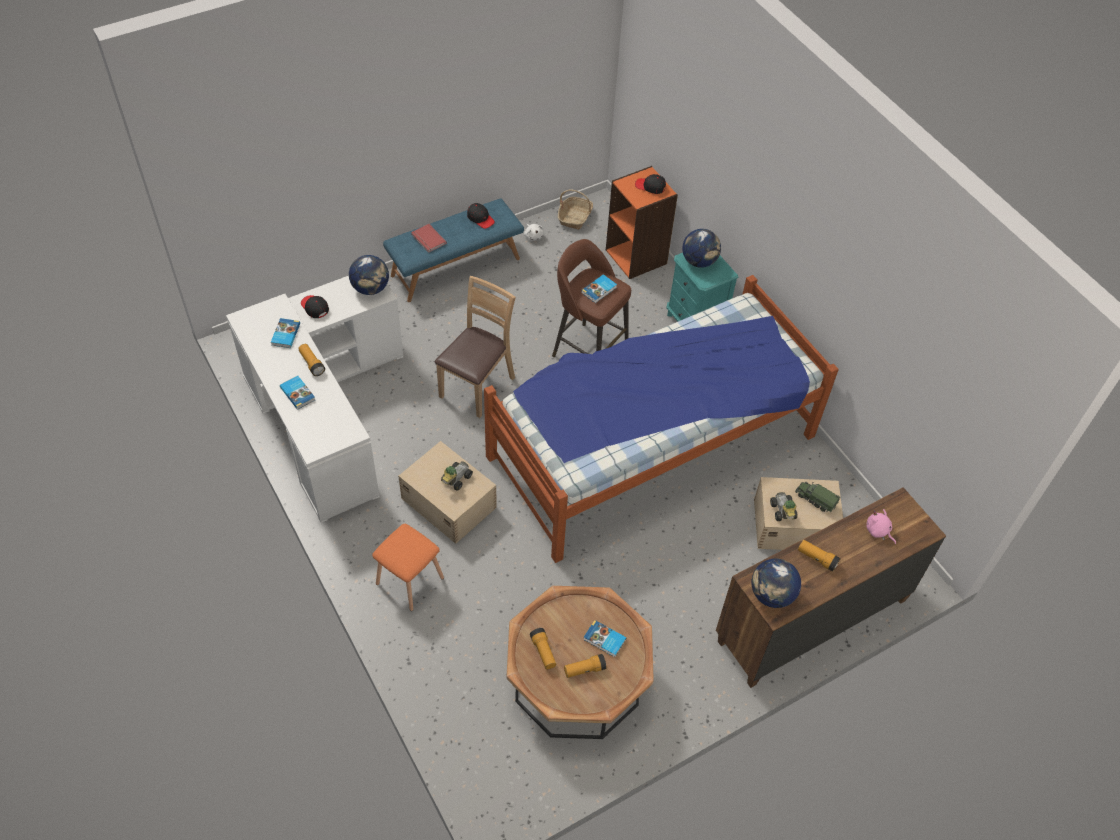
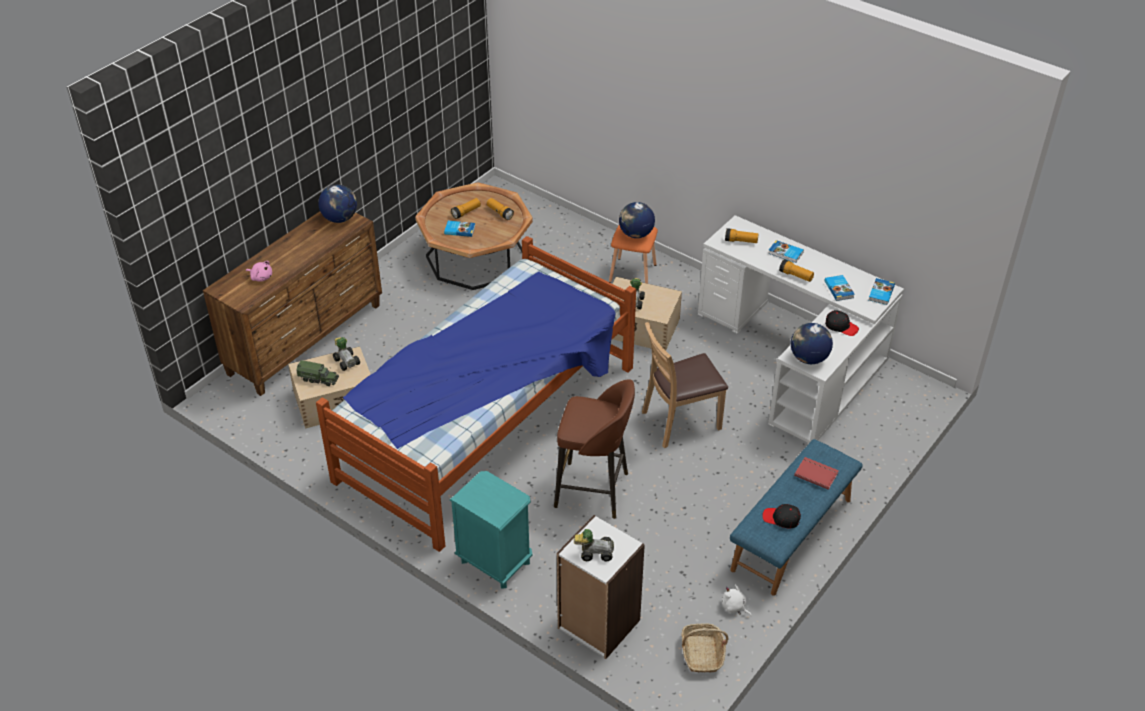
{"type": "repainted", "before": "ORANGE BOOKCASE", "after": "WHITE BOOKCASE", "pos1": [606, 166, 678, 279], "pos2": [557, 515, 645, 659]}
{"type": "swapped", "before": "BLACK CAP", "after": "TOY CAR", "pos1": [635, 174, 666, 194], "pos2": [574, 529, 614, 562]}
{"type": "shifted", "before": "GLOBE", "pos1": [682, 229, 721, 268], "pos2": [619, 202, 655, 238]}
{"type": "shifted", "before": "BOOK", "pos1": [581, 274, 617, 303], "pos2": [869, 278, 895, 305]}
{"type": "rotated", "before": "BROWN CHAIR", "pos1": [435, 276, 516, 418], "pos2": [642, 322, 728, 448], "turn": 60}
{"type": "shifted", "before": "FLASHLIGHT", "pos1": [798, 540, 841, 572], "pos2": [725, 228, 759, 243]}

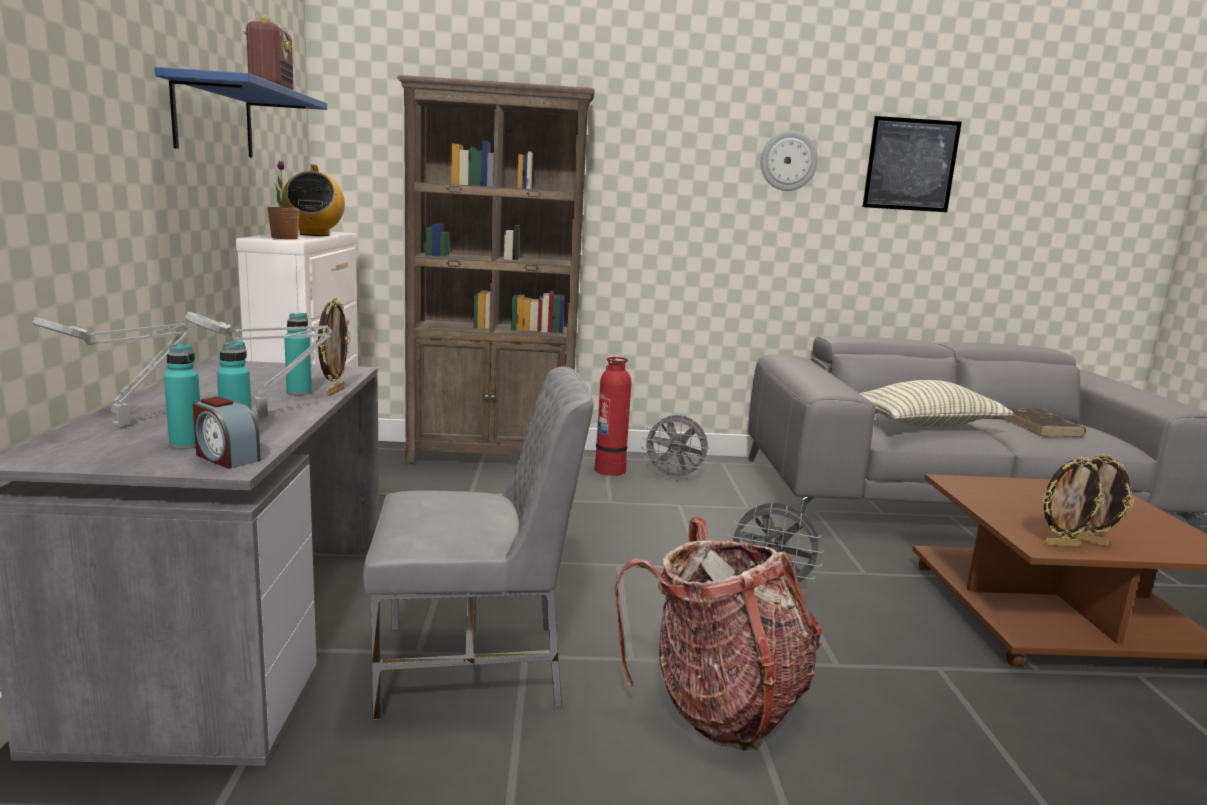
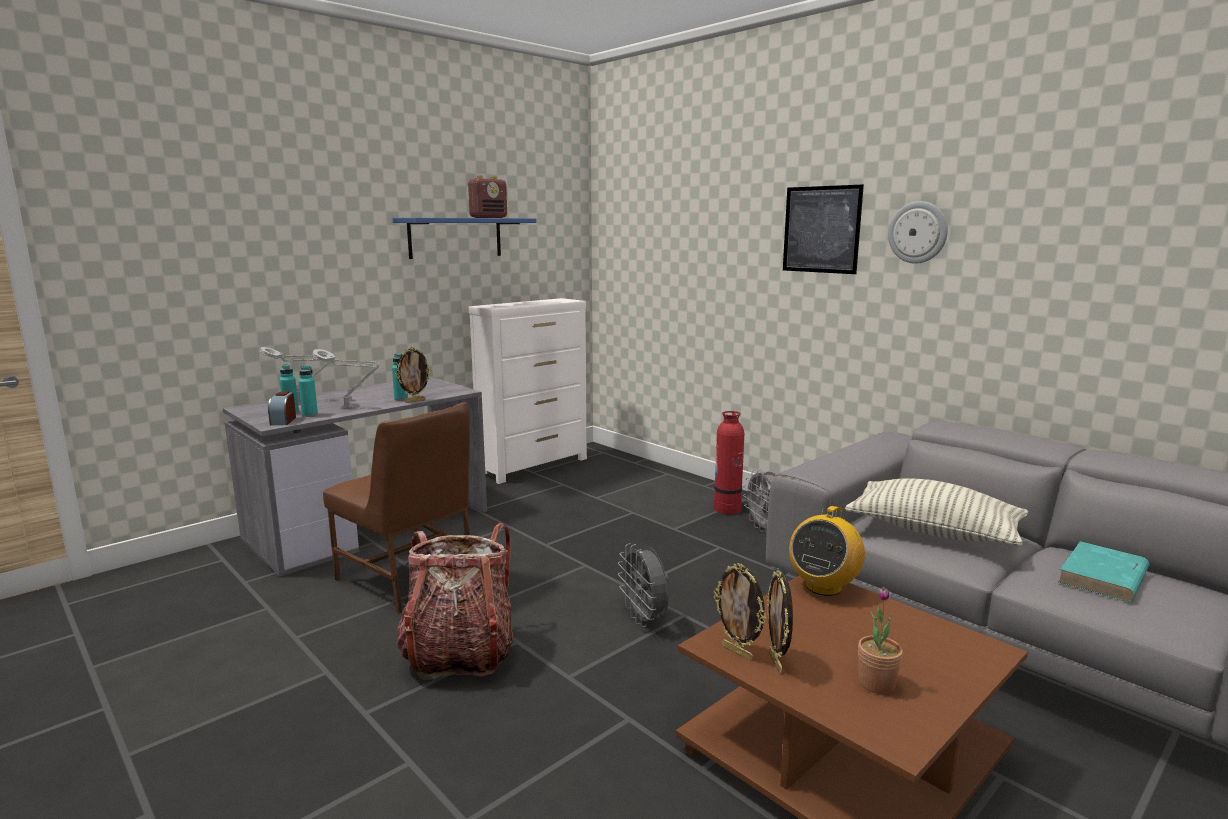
{"type": "gone", "before": "BROWN BOOKCASE", "pos1": [397, 75, 595, 464]}
{"type": "shifted", "before": "PICTURE", "pos1": [863, 116, 962, 212], "pos2": [783, 185, 864, 274]}
{"type": "shifted", "before": "POTTED PLANT", "pos1": [268, 161, 299, 239], "pos2": [858, 587, 903, 694]}
{"type": "shifted", "before": "RADIO", "pos1": [282, 164, 345, 236], "pos2": [789, 506, 865, 596]}
{"type": "repainted", "before": "GREY CHAIR", "after": "BROWN CHAIR", "pos1": [363, 366, 594, 720], "pos2": [323, 402, 470, 613]}
{"type": "repainted", "before": "BROWN BOOK", "after": "TURQUOISE BOOK", "pos1": [1000, 408, 1086, 437], "pos2": [1058, 541, 1149, 602]}

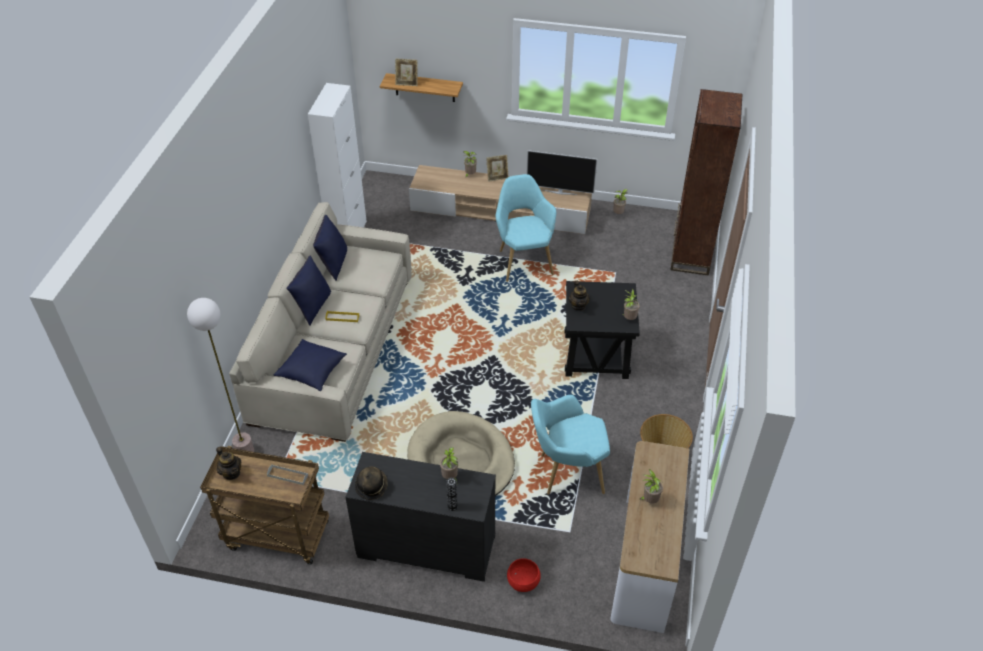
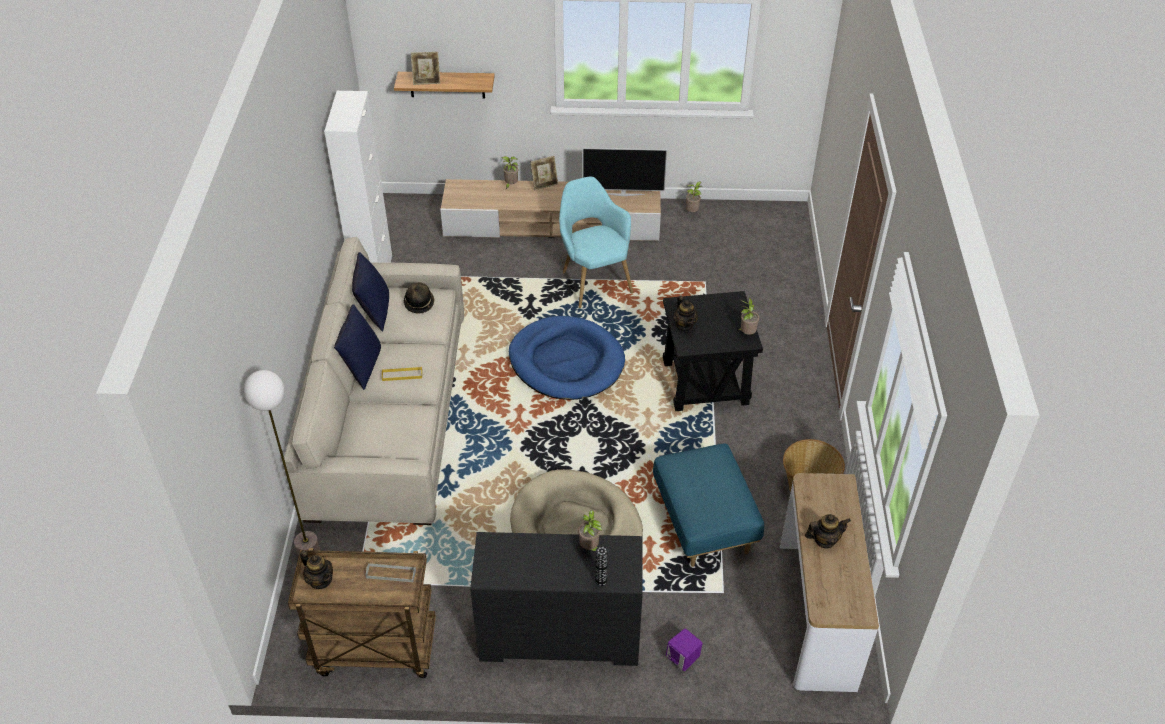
{"type": "gone", "before": "BROWN BOOKCASE", "pos1": [671, 89, 743, 276]}
{"type": "gone", "before": "BLUE PILLOW", "pos1": [274, 339, 347, 391]}
{"type": "swapped", "before": "TURQUOISE ARMCHAIR", "after": "BLUE OTTOMAN", "pos1": [531, 395, 610, 495], "pos2": [653, 443, 764, 567]}
{"type": "shifted", "before": "HAT", "pos1": [355, 466, 388, 500], "pos2": [404, 282, 434, 314]}
{"type": "swapped", "before": "POTTED PLANT", "after": "TEAPOT", "pos1": [640, 469, 663, 504], "pos2": [805, 514, 851, 549]}
{"type": "swapped", "before": "RED BOWL", "after": "PURPLE SPEAKER", "pos1": [507, 558, 541, 592], "pos2": [666, 628, 703, 671]}
{"type": "new", "after": "BLUE DOG BED", "pos2": [509, 316, 625, 400]}

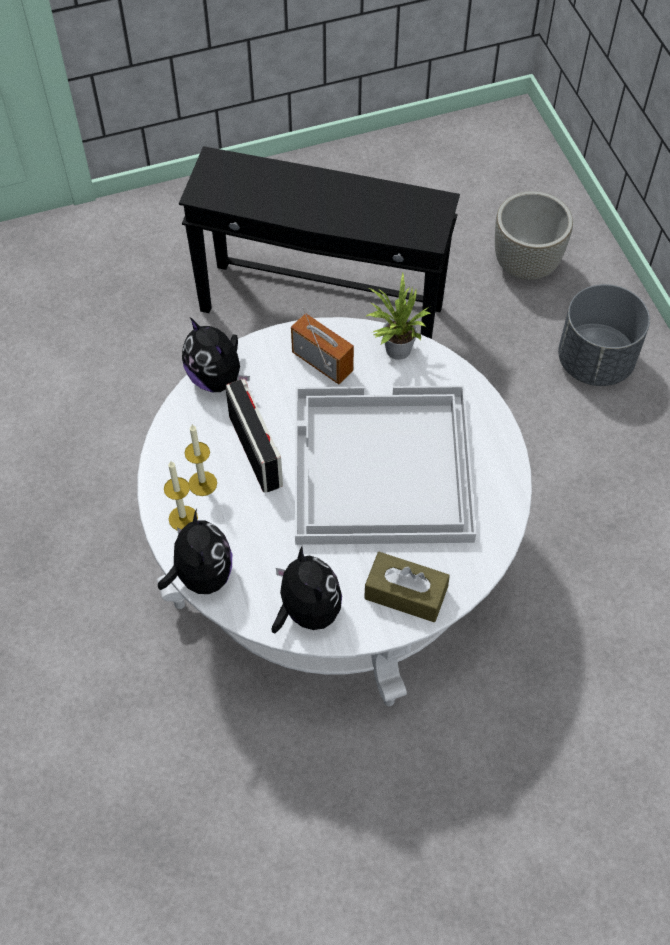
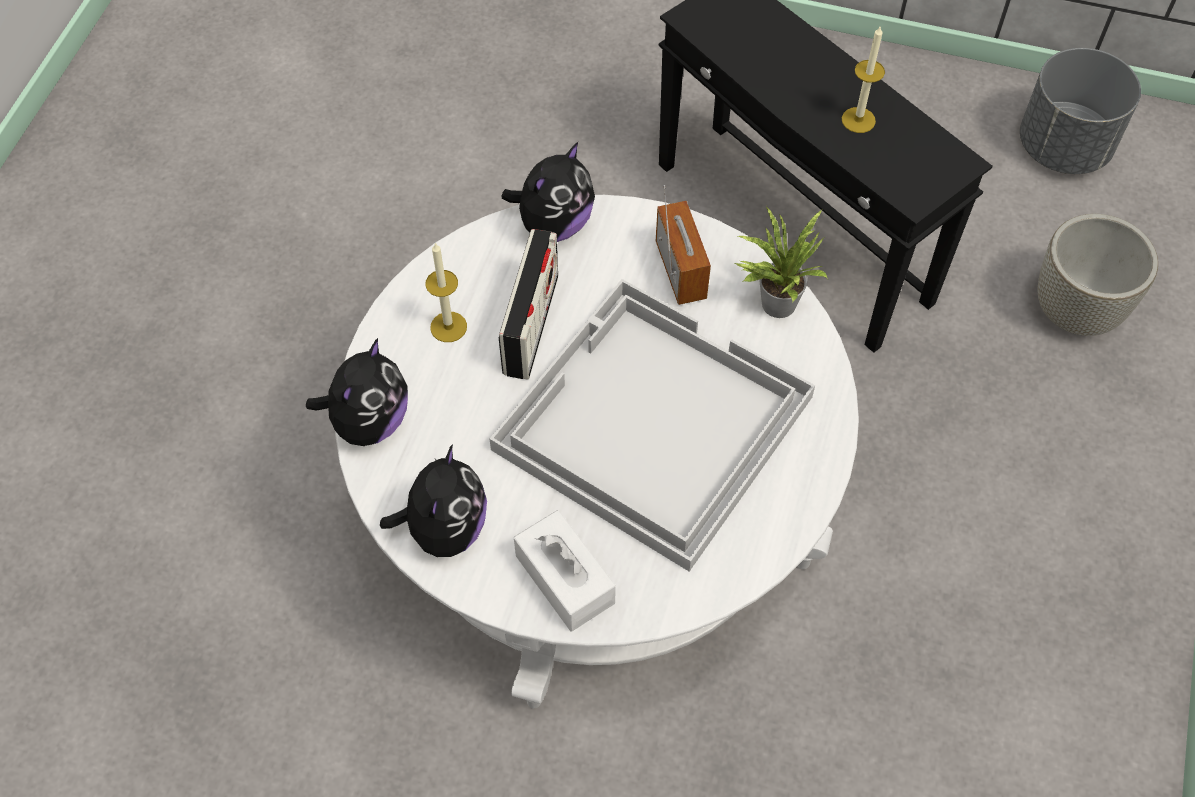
{"type": "shifted", "before": "GREY PLANTER", "pos1": [558, 284, 650, 386], "pos2": [1020, 48, 1141, 174]}
{"type": "rotated", "before": "PLUSH TOY", "pos1": [182, 318, 250, 392], "pos2": [501, 142, 595, 242], "turn": -135}
{"type": "shifted", "before": "CANDLE", "pos1": [164, 461, 198, 530], "pos2": [842, 27, 885, 133]}
{"type": "repainted", "before": "BROWN TISSUE BOX", "after": "WHITE TISSUE BOX", "pos1": [364, 552, 450, 622], "pos2": [514, 510, 616, 632]}

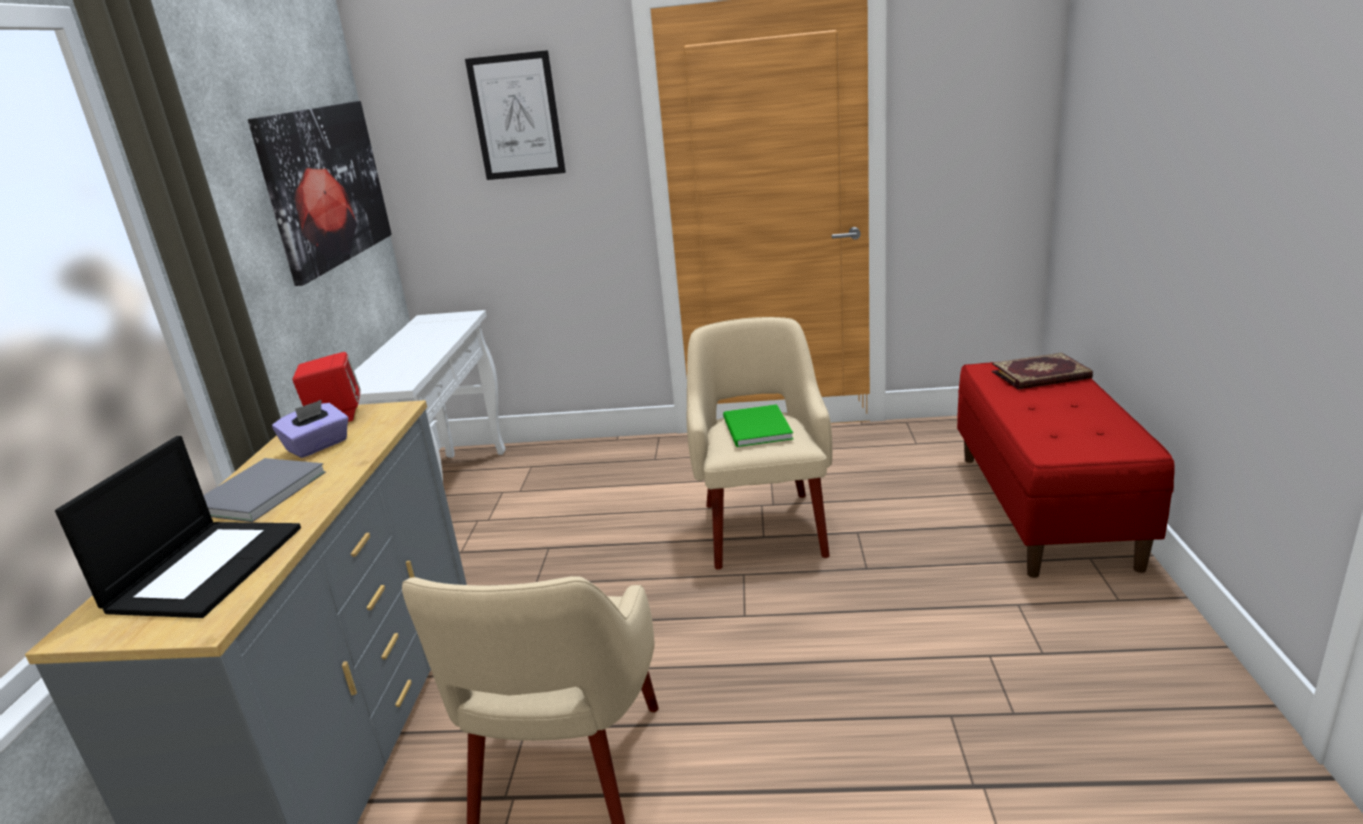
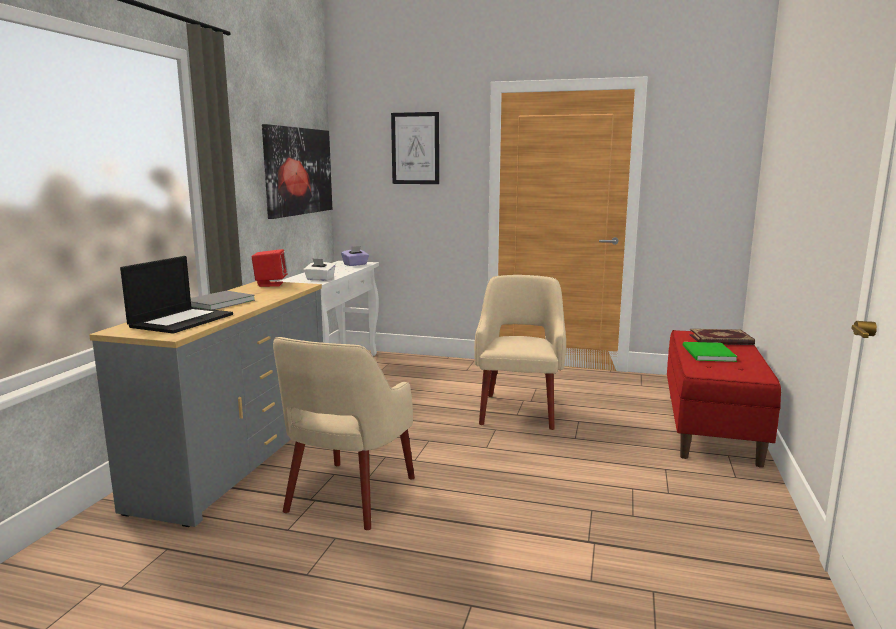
{"type": "shifted", "before": "PURPLE TISSUE BOX", "pos1": [272, 400, 348, 458], "pos2": [341, 246, 369, 266]}
{"type": "shifted", "before": "GREEN BOOK", "pos1": [723, 404, 793, 447], "pos2": [683, 342, 737, 362]}
{"type": "new", "after": "WHITE TISSUE BOX", "pos2": [303, 258, 335, 281]}

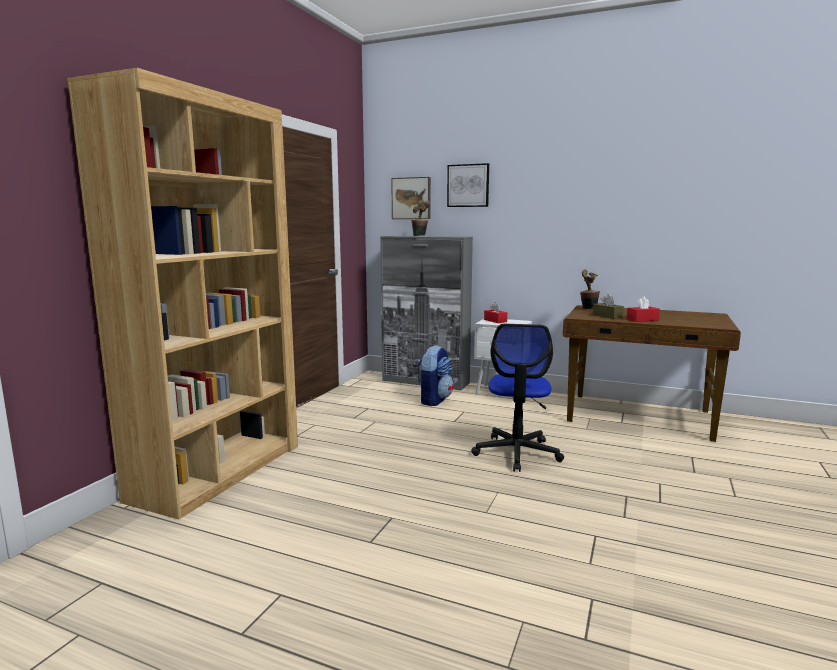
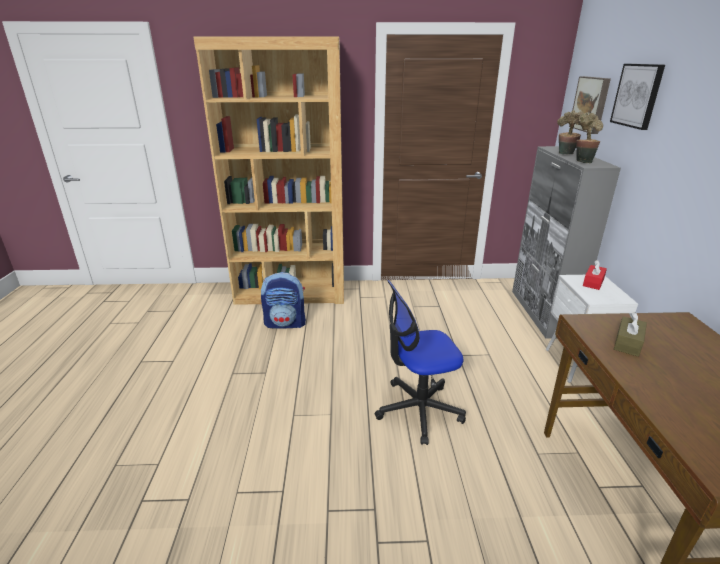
{"type": "shifted", "before": "POTTED PLANT", "pos1": [580, 269, 600, 310], "pos2": [576, 113, 603, 164]}
{"type": "gone", "before": "RED TISSUE BOX", "pos1": [627, 297, 660, 322]}
{"type": "shifted", "before": "BACKPACK", "pos1": [417, 345, 454, 406], "pos2": [261, 272, 306, 329]}

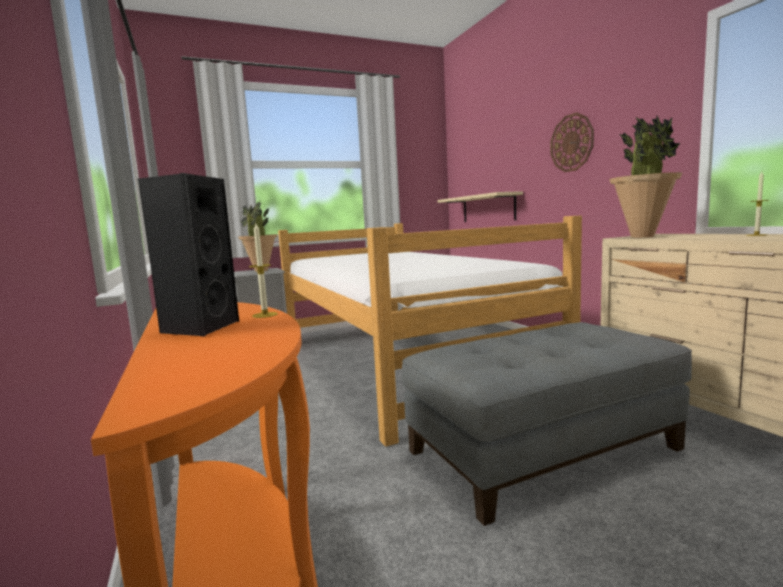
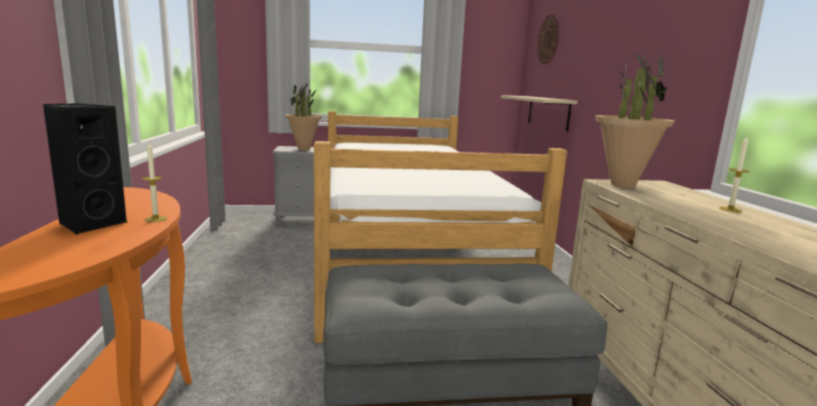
{"type": "shifted", "before": "WALL CLOCK", "pos1": [551, 112, 594, 172], "pos2": [537, 15, 559, 64]}

